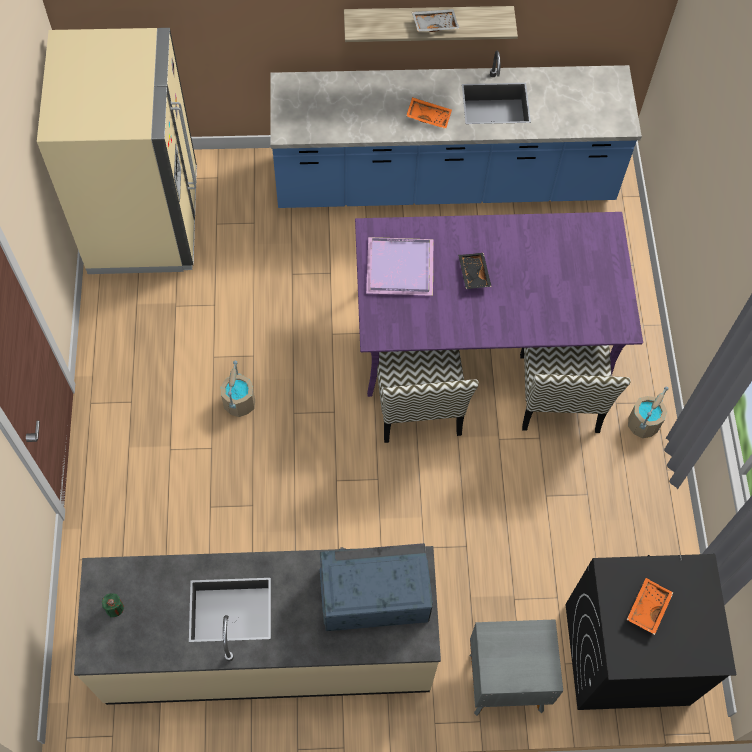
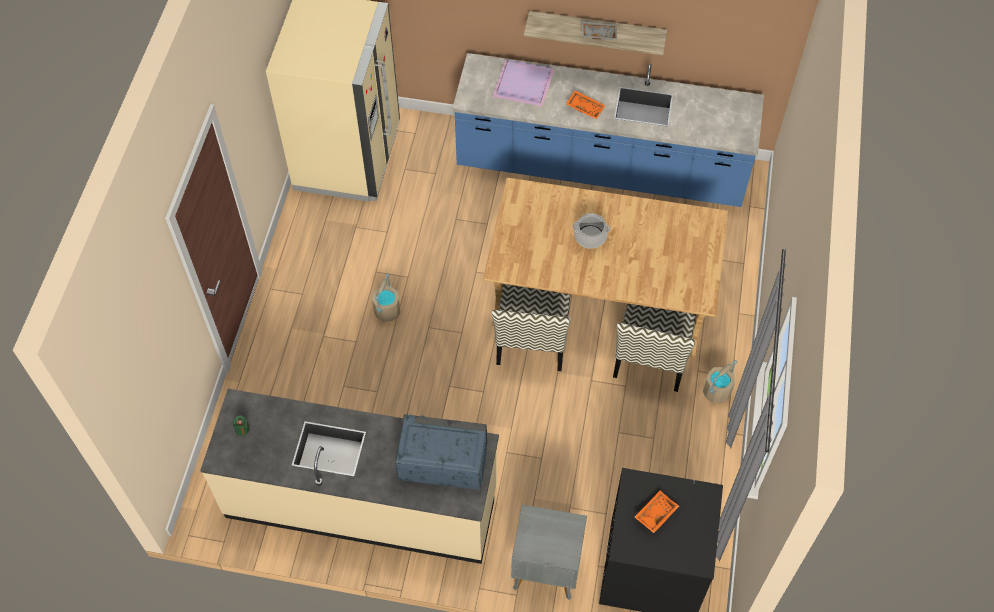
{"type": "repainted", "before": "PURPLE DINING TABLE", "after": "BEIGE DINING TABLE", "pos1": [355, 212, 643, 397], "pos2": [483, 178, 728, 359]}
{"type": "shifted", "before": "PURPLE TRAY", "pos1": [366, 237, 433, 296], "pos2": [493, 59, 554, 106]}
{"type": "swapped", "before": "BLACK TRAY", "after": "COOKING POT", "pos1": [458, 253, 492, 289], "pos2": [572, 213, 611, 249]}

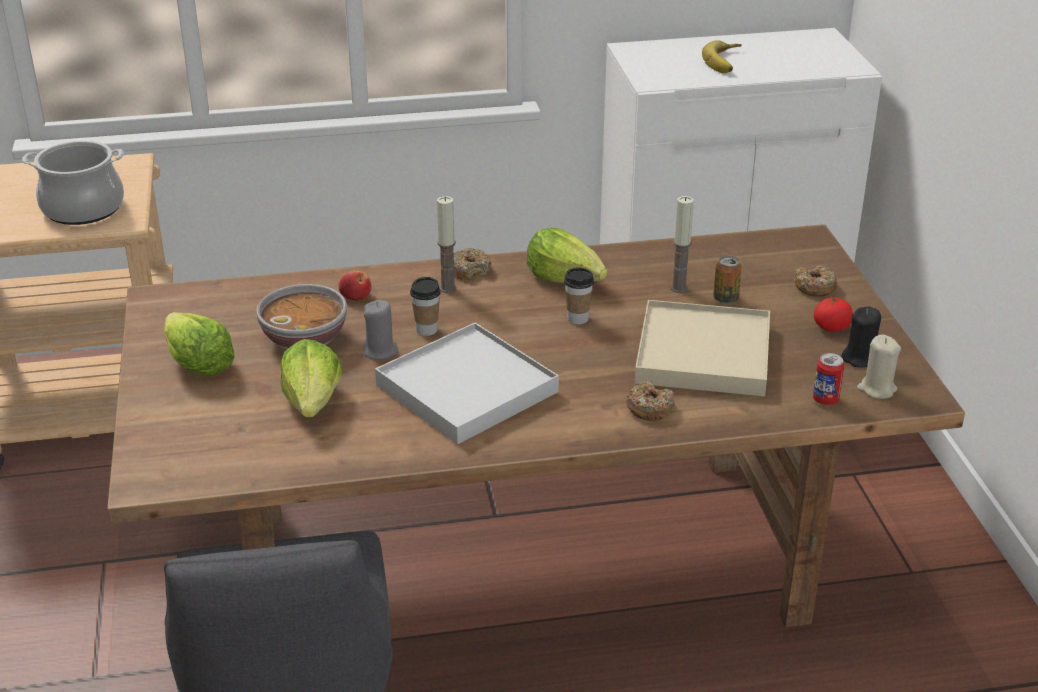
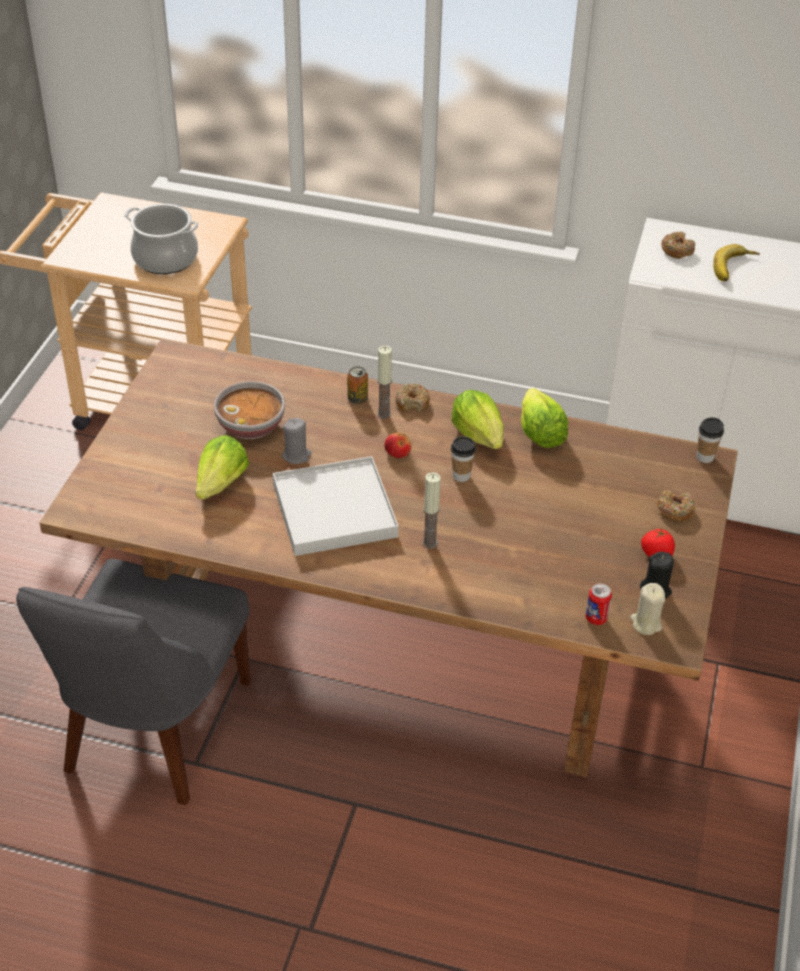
{"type": "shifted", "before": "CANDLE", "pos1": [670, 196, 694, 293], "pos2": [422, 472, 441, 549]}
{"type": "shifted", "before": "CAN", "pos1": [713, 256, 742, 304], "pos2": [347, 366, 368, 404]}
{"type": "shifted", "before": "APPLE", "pos1": [339, 270, 371, 300], "pos2": [384, 433, 412, 458]}
{"type": "shifted", "before": "CUP", "pos1": [410, 277, 441, 336], "pos2": [697, 417, 724, 463]}
{"type": "gone", "before": "BEIGE TRAY", "pos1": [635, 300, 770, 396]}
{"type": "shifted", "before": "LETTUCE", "pos1": [164, 312, 234, 376], "pos2": [521, 388, 569, 448]}
{"type": "shifted", "before": "DONUT", "pos1": [626, 381, 675, 421], "pos2": [661, 232, 695, 259]}

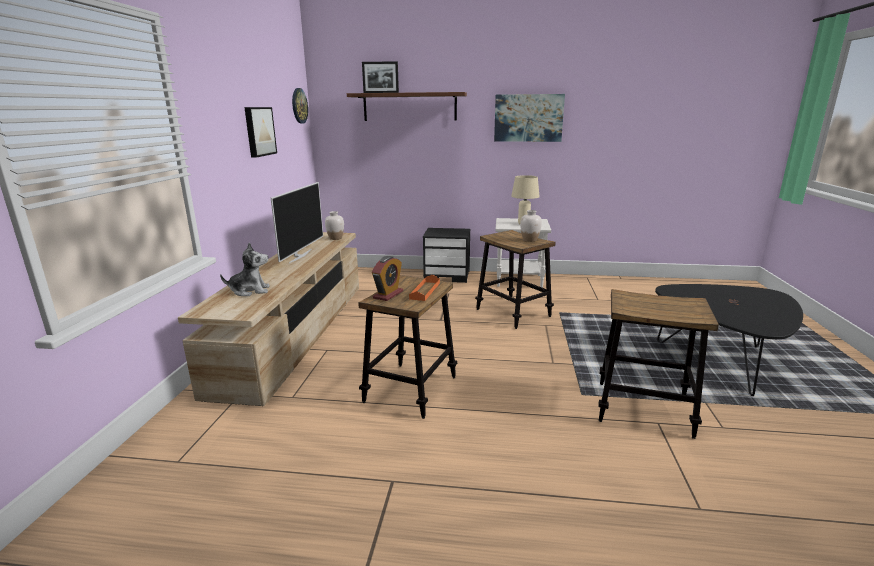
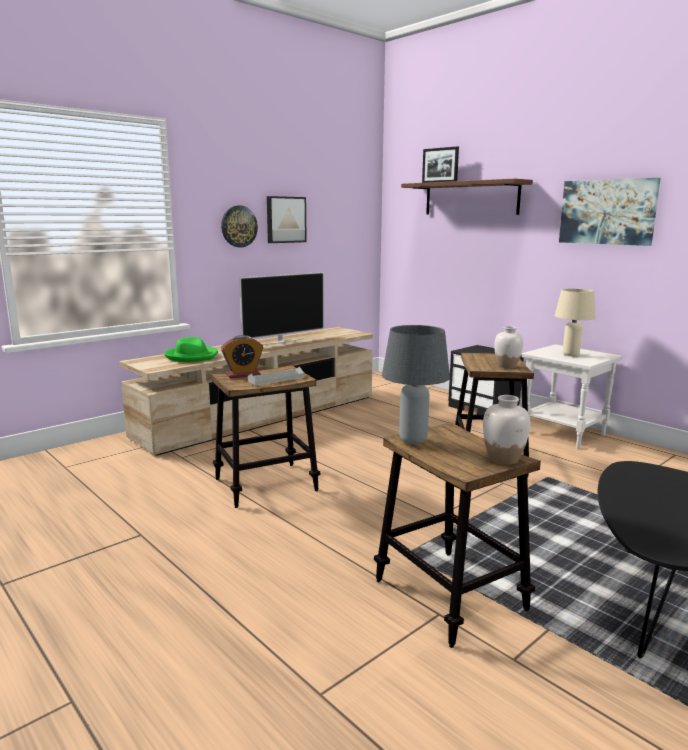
{"type": "shifted", "before": "WALL CLOCK", "pos1": [292, 88, 308, 124], "pos2": [221, 206, 258, 247]}
{"type": "shifted", "before": "WHITE VASE", "pos1": [325, 211, 344, 240], "pos2": [483, 395, 530, 465]}
{"type": "swapped", "before": "PLUSH TOY", "after": "GREEN HAT", "pos1": [220, 243, 270, 296], "pos2": [164, 337, 218, 362]}
{"type": "repainted", "before": "ORANGE TRAY", "after": "GREY TRAY", "pos1": [409, 275, 440, 301], "pos2": [248, 367, 304, 385]}
{"type": "new", "after": "GREY TABLE LAMP", "pos2": [382, 325, 450, 444]}

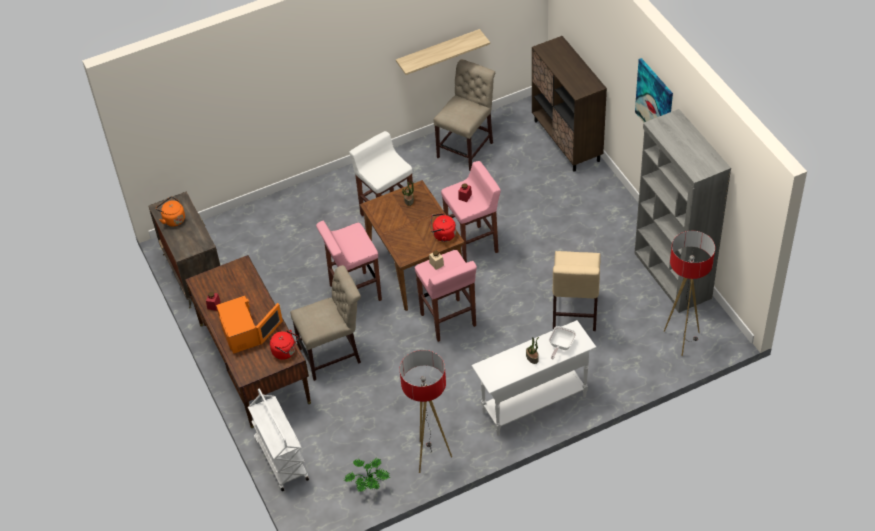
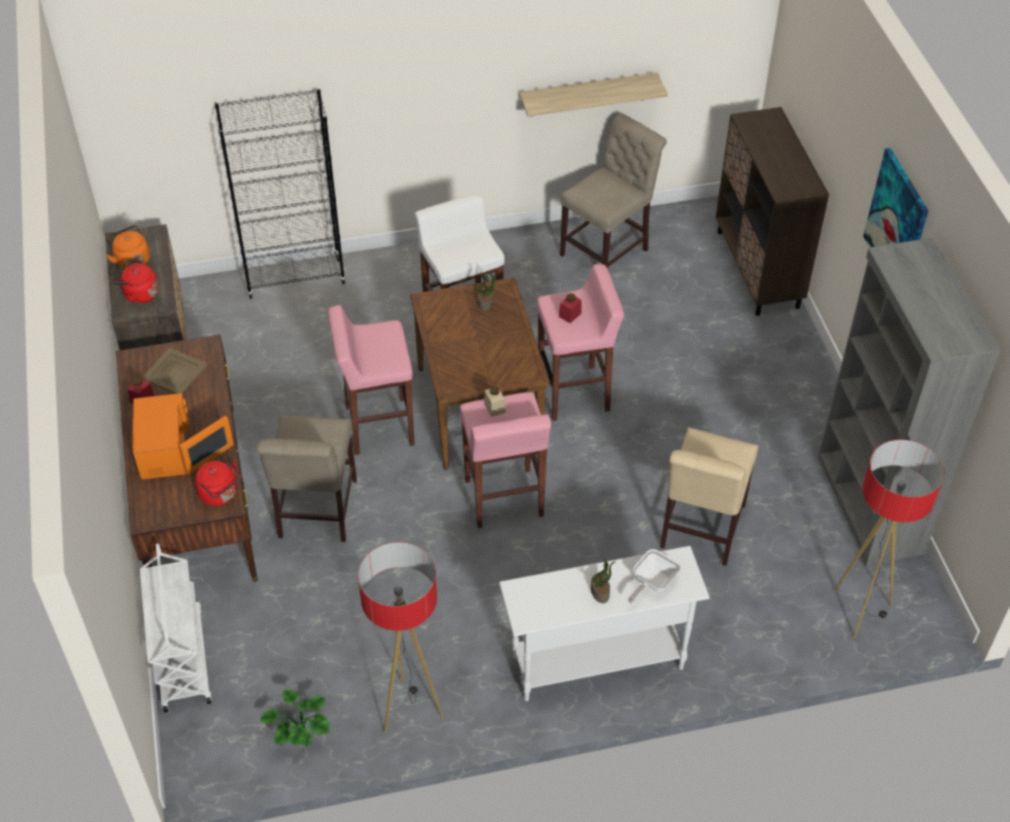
{"type": "shifted", "before": "RED KETTLE", "pos1": [431, 213, 456, 242], "pos2": [113, 260, 159, 304]}
{"type": "rotated", "before": "BEIGE CHAIR", "pos1": [290, 265, 361, 381], "pos2": [256, 415, 357, 542], "turn": 105}
{"type": "new", "after": "BLACK BOOKCASE", "pos2": [215, 88, 346, 299]}
{"type": "new", "after": "BEIGE TRAY", "pos2": [141, 347, 208, 394]}

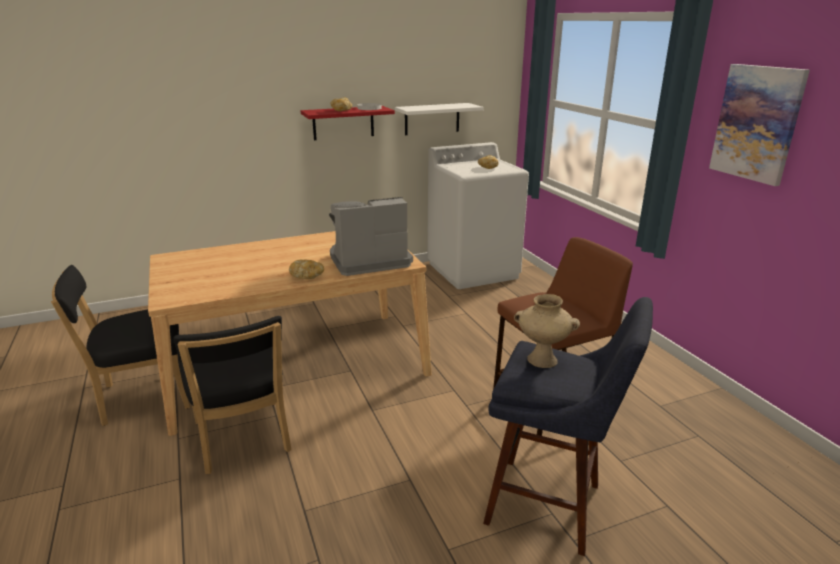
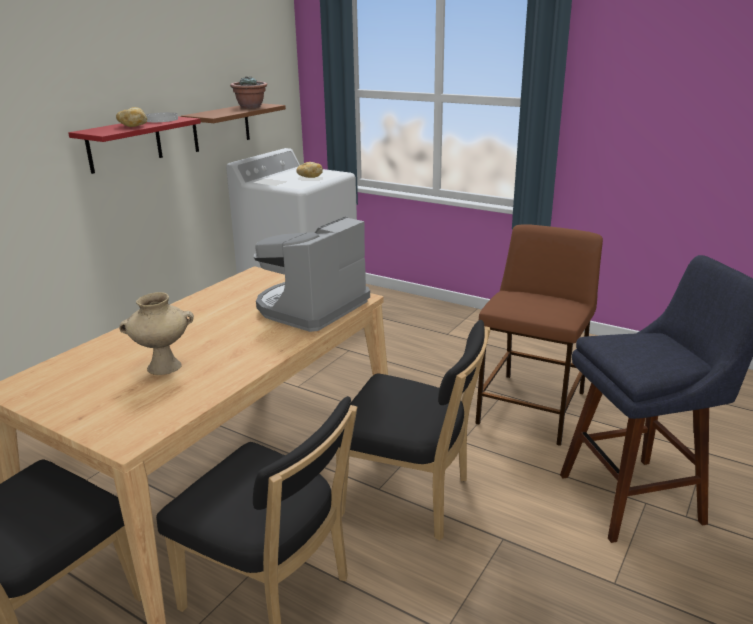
{"type": "gone", "before": "PICTURE", "pos1": [709, 64, 810, 186]}
{"type": "repainted", "before": "WHITE SHELF", "after": "BROWN SHELF", "pos1": [395, 103, 484, 135], "pos2": [181, 103, 286, 152]}
{"type": "gone", "before": "BREAD", "pos1": [289, 260, 324, 279]}
{"type": "shifted", "before": "BEIGE VASE", "pos1": [514, 294, 580, 368], "pos2": [119, 292, 194, 375]}
{"type": "new", "after": "POTTED PLANT", "pos2": [230, 76, 267, 108]}
{"type": "new", "after": "BLACK CHAIR", "pos2": [336, 320, 490, 541]}

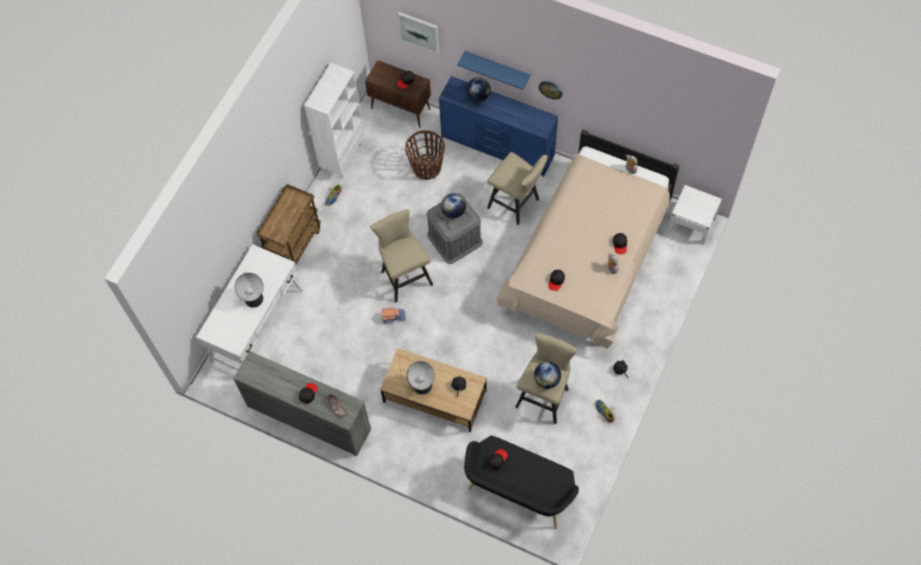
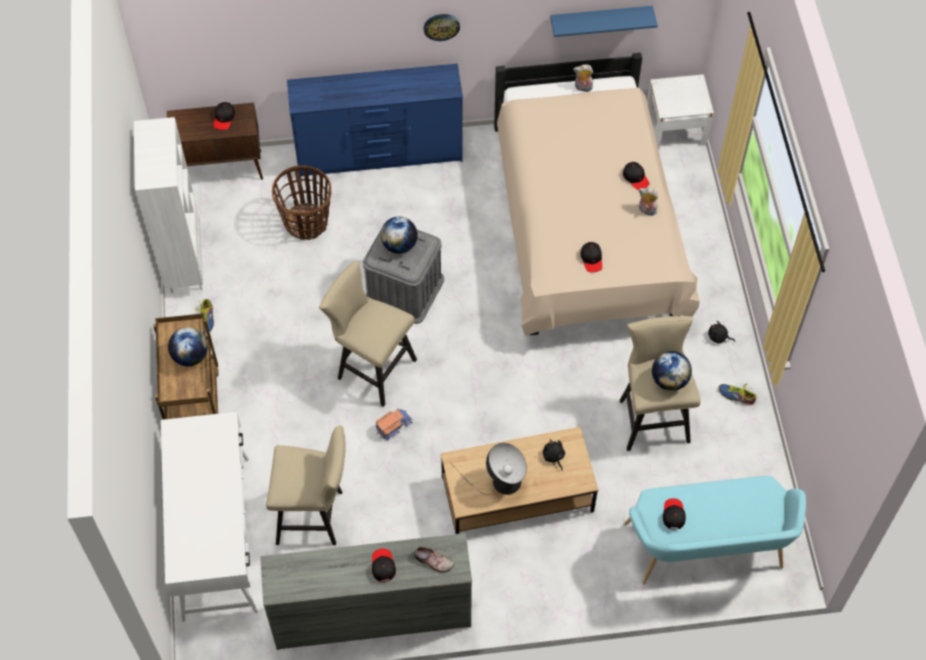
{"type": "gone", "before": "PICTURE", "pos1": [397, 12, 439, 54]}
{"type": "shifted", "before": "BLUE SHELF", "pos1": [457, 51, 531, 90], "pos2": [550, 6, 658, 37]}
{"type": "shifted", "before": "GLOBE", "pos1": [466, 77, 491, 102], "pos2": [168, 327, 208, 366]}
{"type": "shifted", "before": "BEIGE STOOL", "pos1": [487, 152, 548, 225], "pos2": [266, 425, 346, 545]}
{"type": "gone", "before": "TABLE LAMP", "pos1": [235, 263, 264, 308]}
{"type": "repainted", "before": "BLACK BENCH", "after": "TURQUOISE BENCH", "pos1": [464, 436, 579, 529], "pos2": [624, 476, 806, 585]}

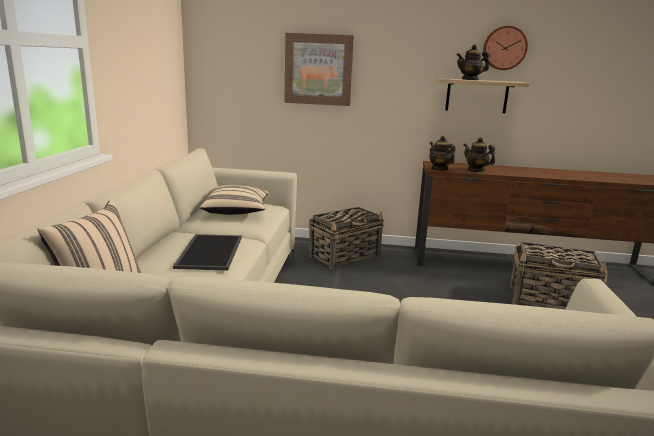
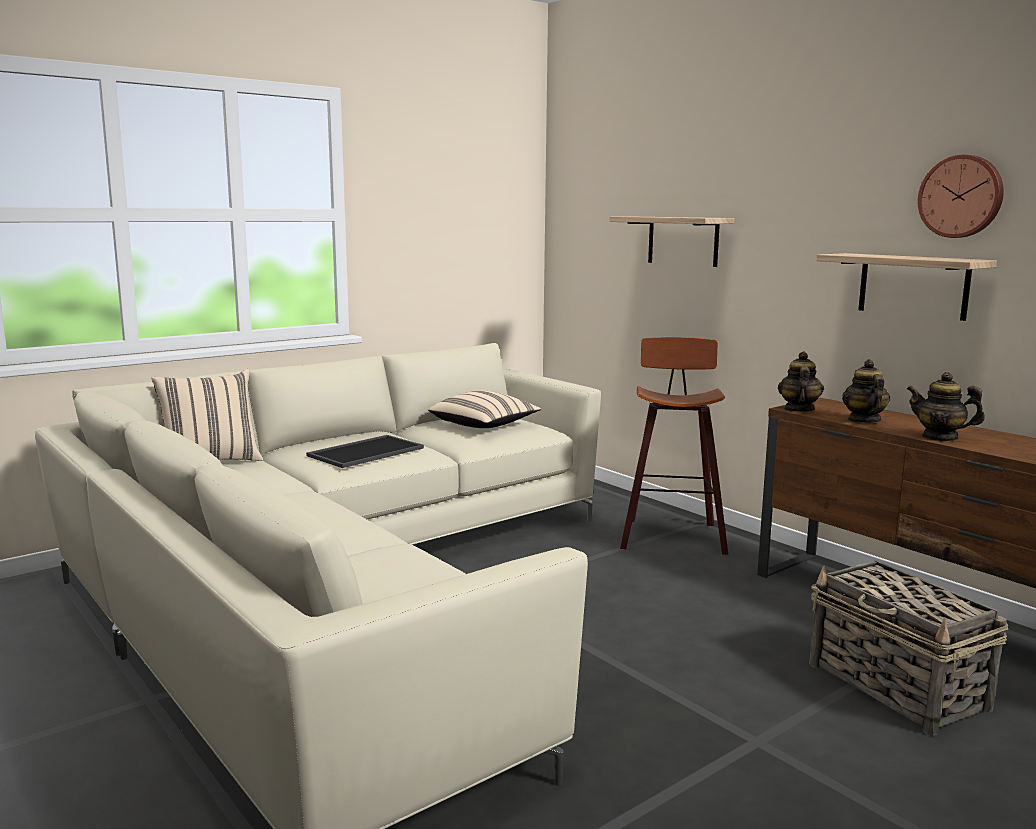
{"type": "swapped", "before": "PICTURE", "after": "SHELF", "pos1": [284, 33, 354, 106], "pos2": [610, 217, 734, 267]}
{"type": "shifted", "before": "TEAPOT", "pos1": [456, 44, 489, 80], "pos2": [907, 372, 985, 442]}
{"type": "swapped", "before": "BASKET", "after": "STOOL", "pos1": [309, 207, 384, 269], "pos2": [620, 337, 728, 555]}

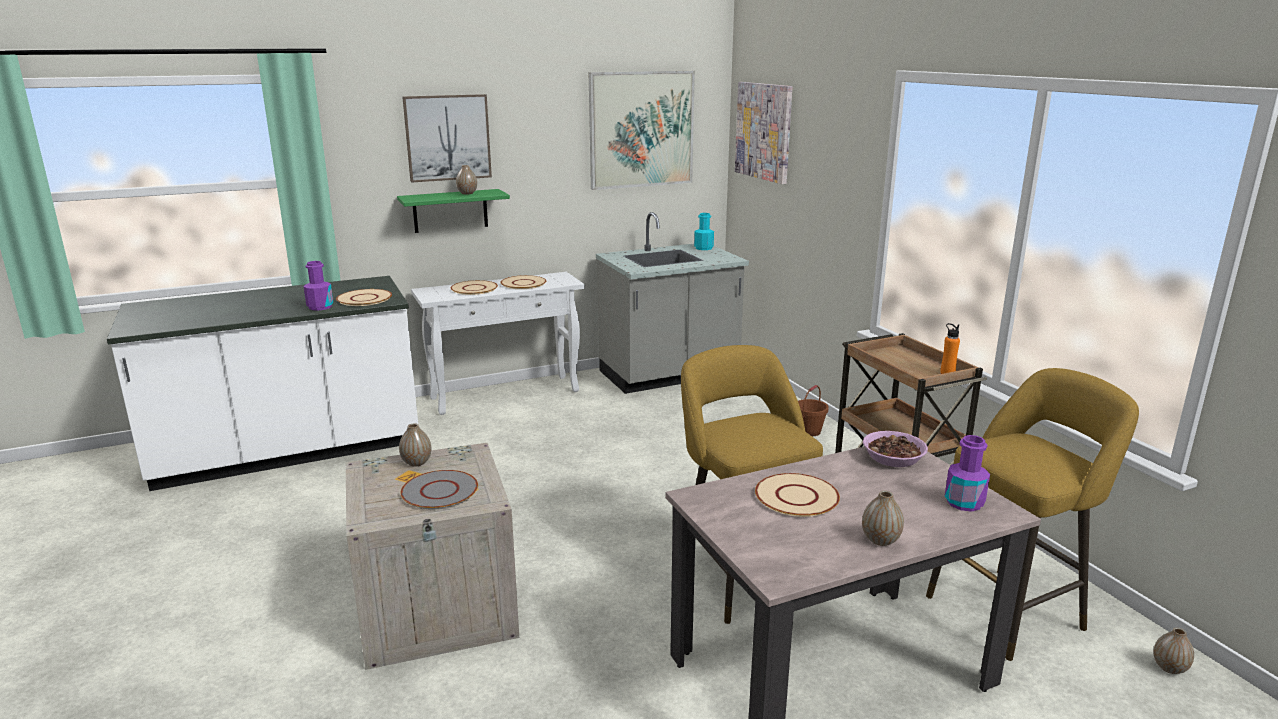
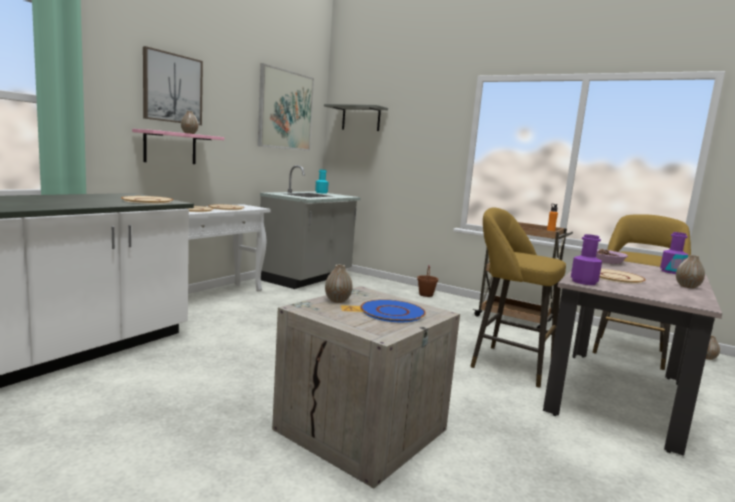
{"type": "swapped", "before": "PICTURE", "after": "GREY SHELF", "pos1": [735, 82, 792, 184], "pos2": [324, 104, 388, 131]}
{"type": "repainted", "before": "GREEN SHELF", "after": "PINK SHELF", "pos1": [397, 189, 510, 233], "pos2": [132, 129, 224, 164]}
{"type": "shifted", "before": "PURPLE BOTTLE", "pos1": [304, 261, 333, 311], "pos2": [571, 234, 602, 285]}
{"type": "repainted", "before": "GREY PLATE", "after": "BLUE PLATE", "pos1": [400, 470, 478, 509], "pos2": [360, 299, 426, 322]}

